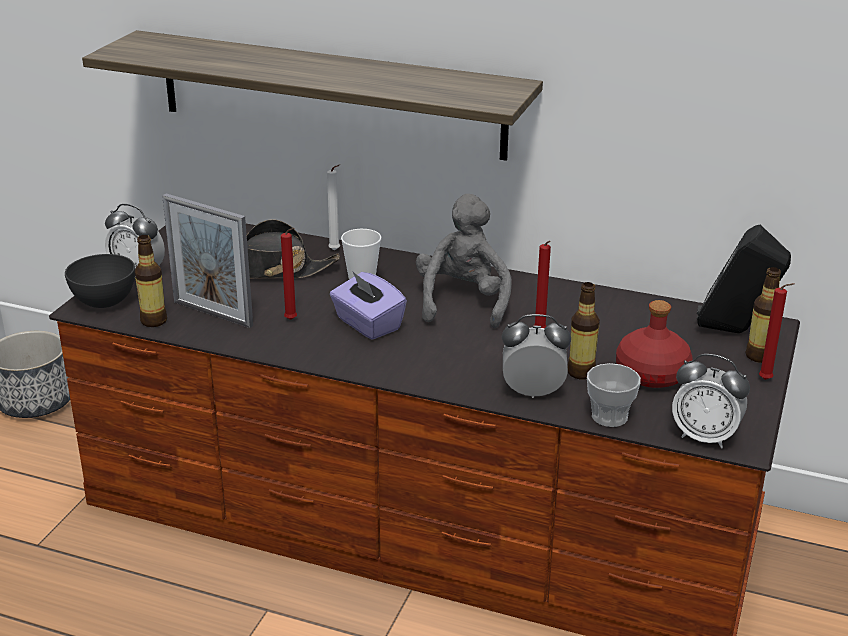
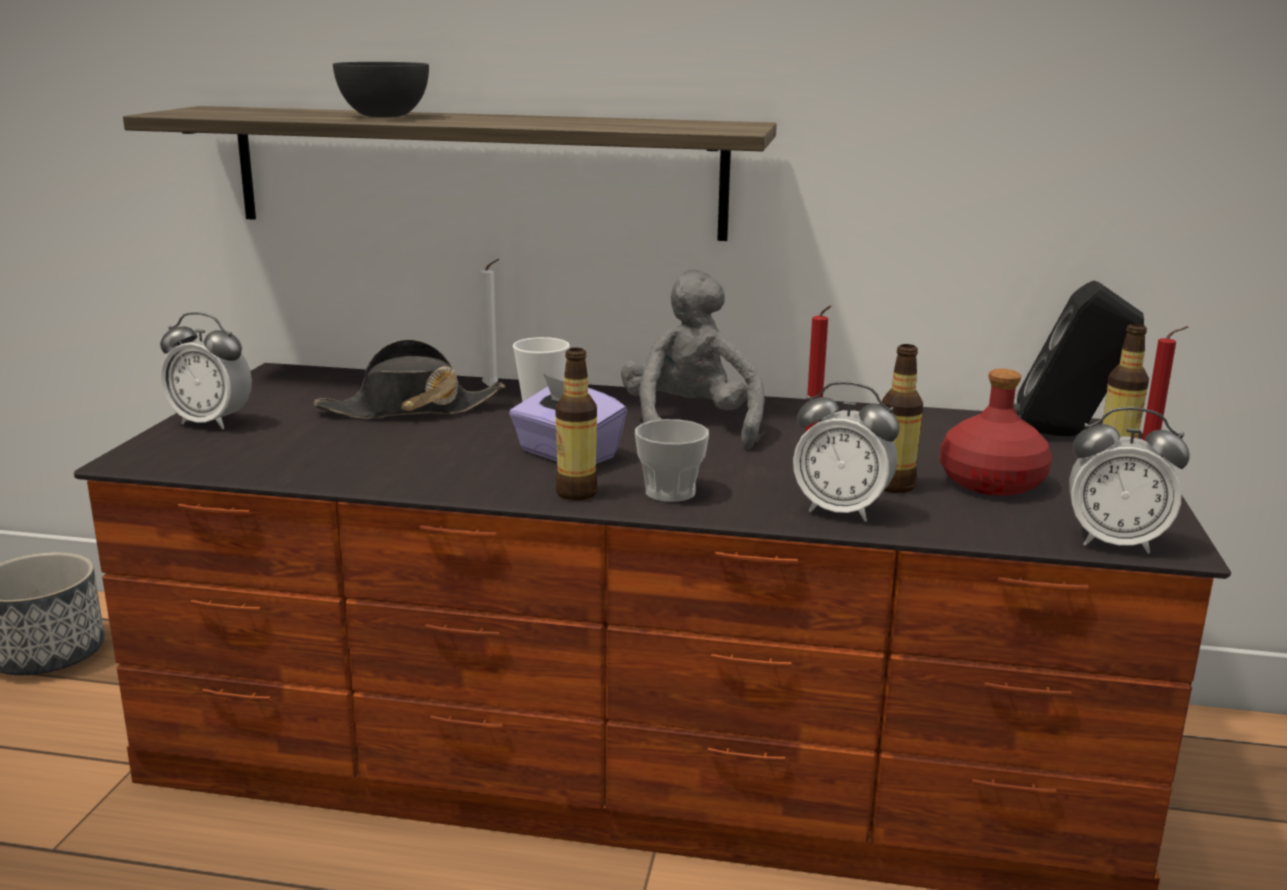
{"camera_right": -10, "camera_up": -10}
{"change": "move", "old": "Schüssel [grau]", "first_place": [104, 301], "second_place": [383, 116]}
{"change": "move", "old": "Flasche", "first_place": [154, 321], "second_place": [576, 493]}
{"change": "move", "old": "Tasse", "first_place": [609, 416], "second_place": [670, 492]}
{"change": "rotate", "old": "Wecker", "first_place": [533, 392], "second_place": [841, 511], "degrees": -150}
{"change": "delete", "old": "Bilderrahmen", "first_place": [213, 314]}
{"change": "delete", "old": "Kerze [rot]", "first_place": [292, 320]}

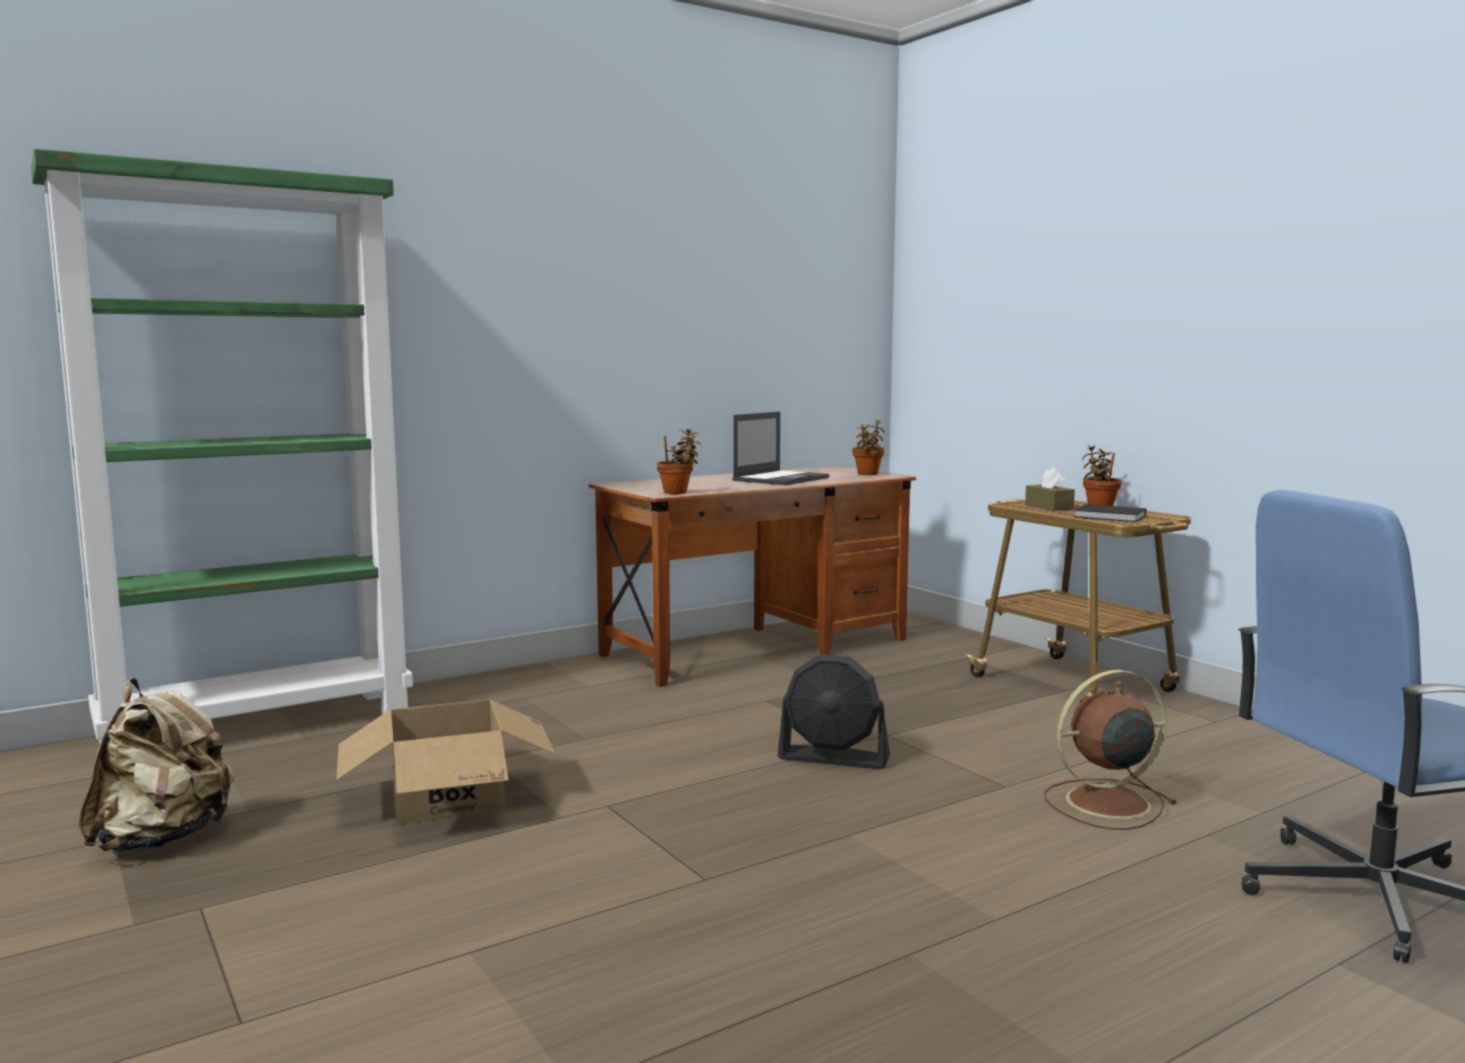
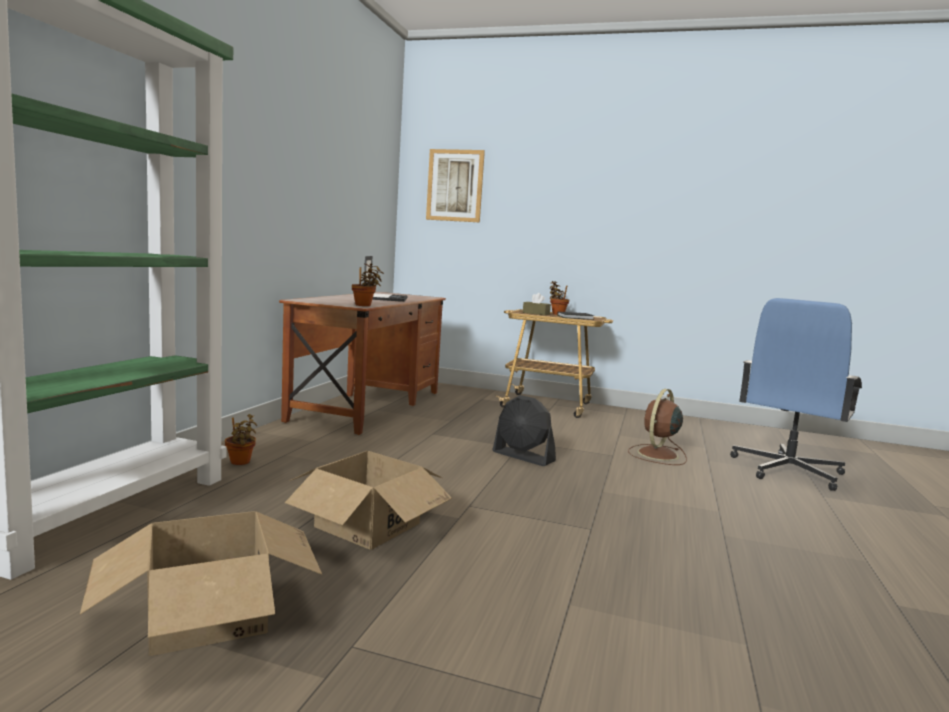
{"camera_right": -40, "camera_up": 0}
{"change": "replace", "old": "Rucksack [beige]", "new": "Karton", "first_place": [163, 839], "second_place": [207, 613]}
{"change": "move", "old": "Topfpflanze", "first_place": [868, 474], "second_place": [240, 462]}
{"change": "insert", "new": "Bild", "second_place": [455, 185]}
{"change": "rotate", "old": "Ventilator [schwarz]", "first_place": [834, 758], "second_place": [523, 457], "degrees": 60}

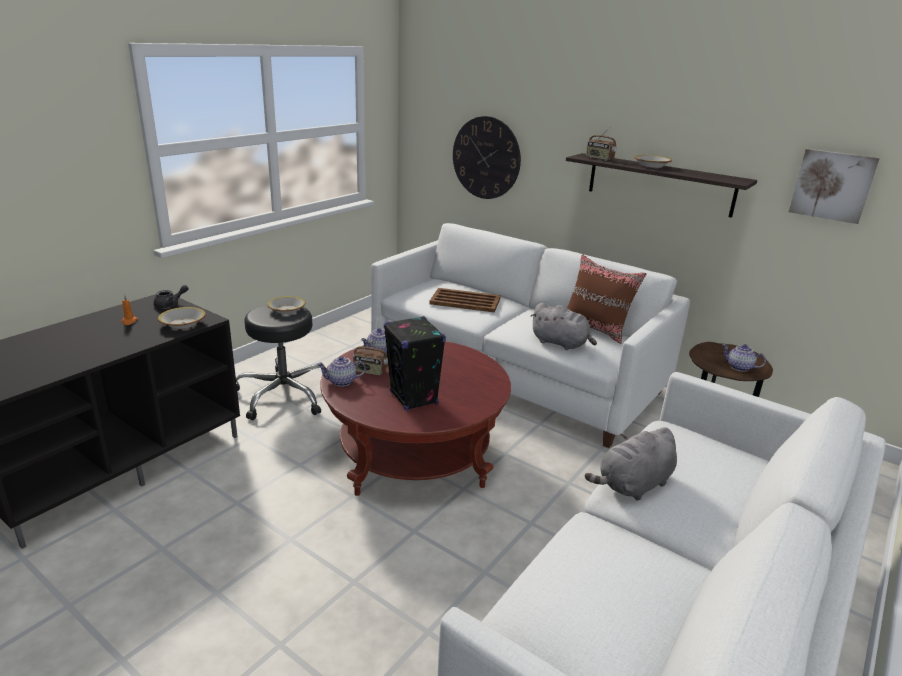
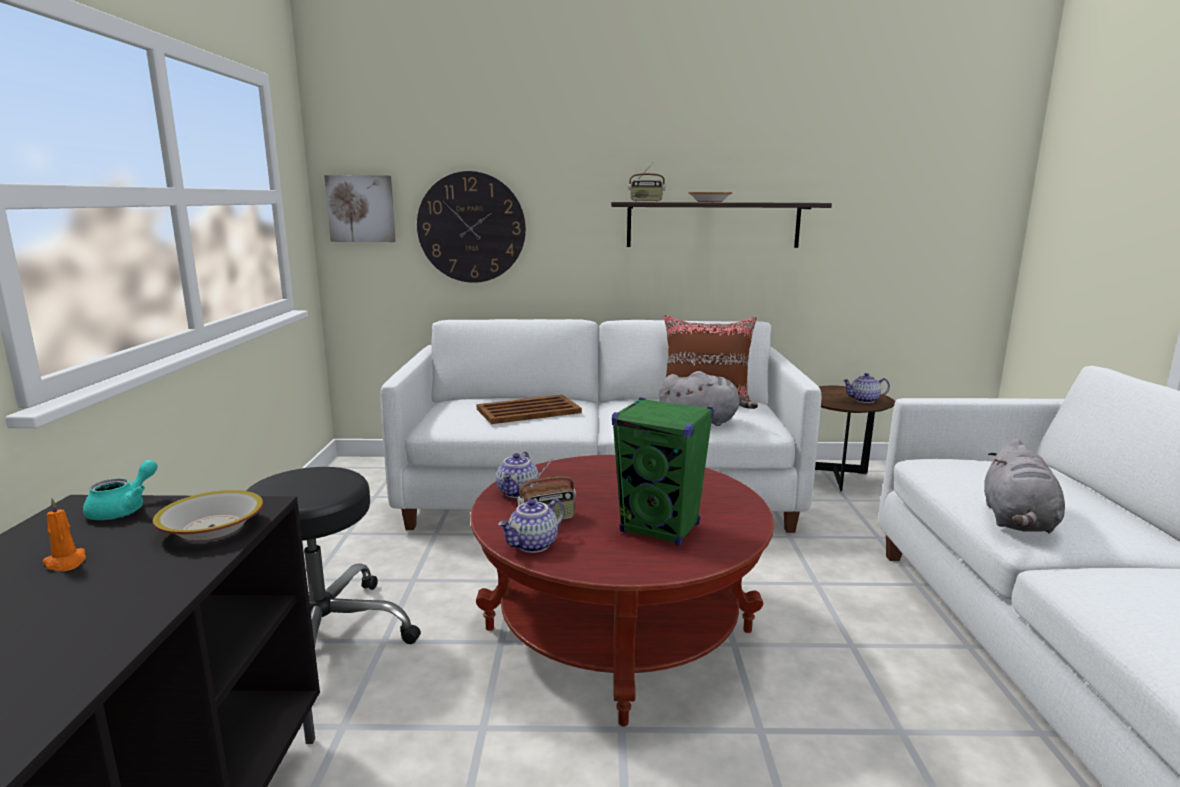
{"camera_right": -35, "camera_up": -10}
{"change": "recolor", "old": "Teekanne [grau]", "new": "Teekanne [türkis]", "first_place": [170, 304], "second_place": [124, 509]}
{"change": "move", "old": "Bild", "first_place": [832, 185], "second_place": [361, 209]}
{"change": "recolor", "old": "Lautsprecher [schwarz]", "new": "Lautsprecher [grün]", "first_place": [414, 398], "second_place": [660, 528]}
{"change": "delete", "old": "Schüssel", "first_place": [287, 310]}

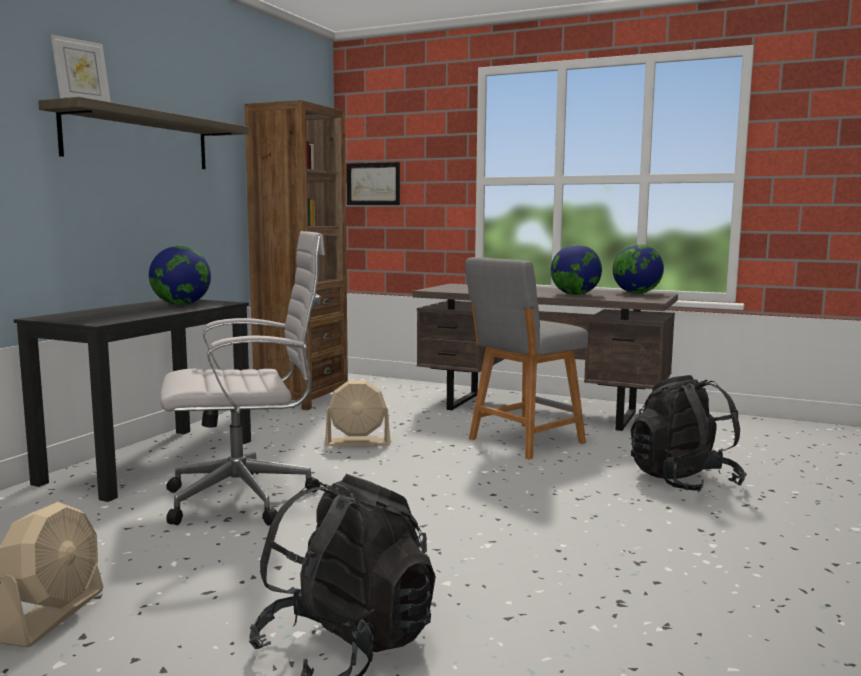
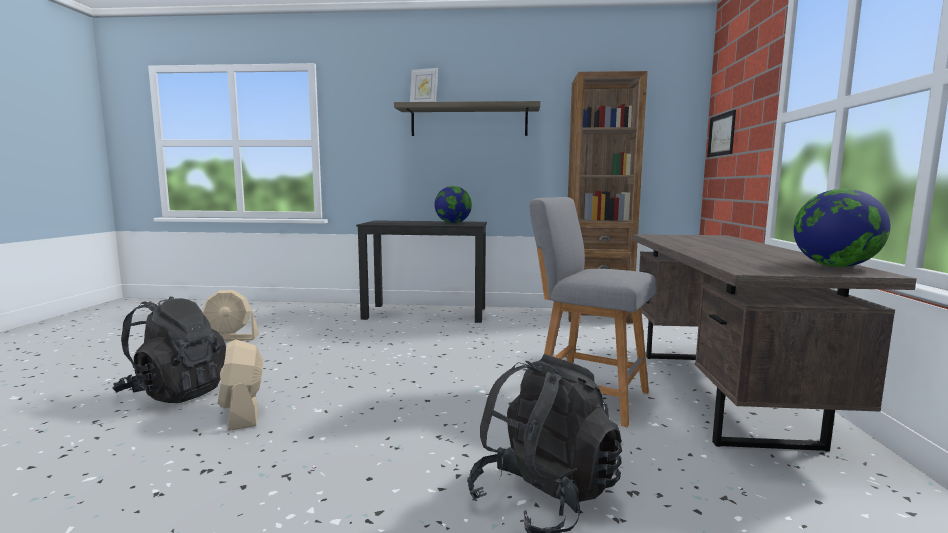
{"camera_right": 70, "camera_up": 0}
{"change": "move", "old": "Ventilator [beige]", "first_place": [358, 442], "second_place": [242, 413]}
{"change": "delete", "old": "Bürostuhl [weiß]", "first_place": [248, 498]}
{"change": "delete", "old": "Globus", "first_place": [575, 294]}

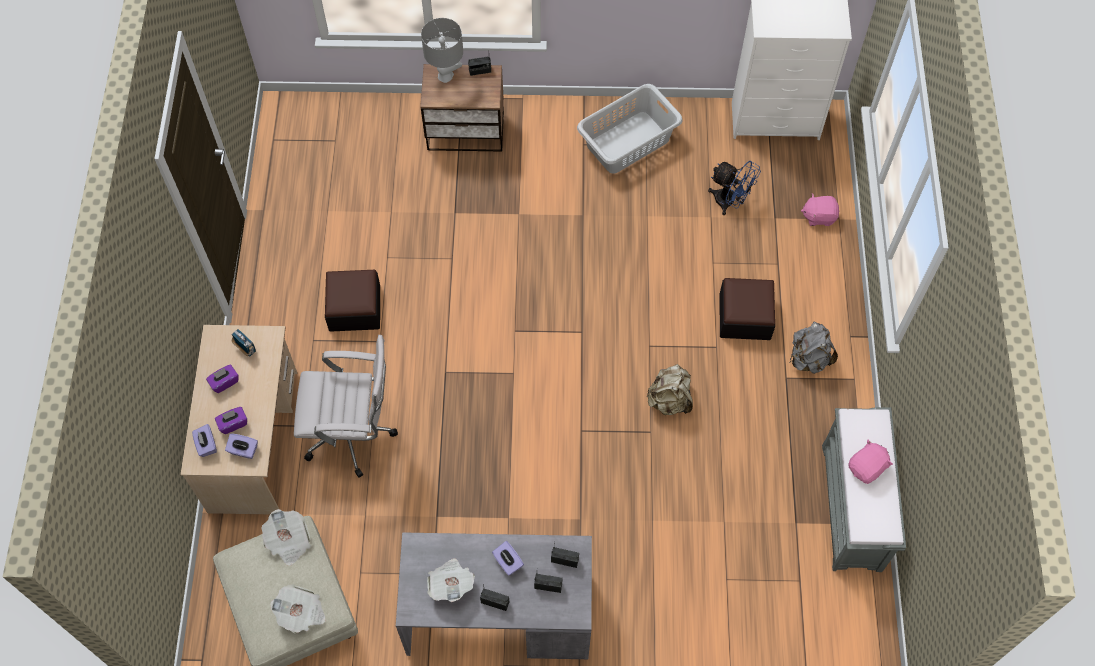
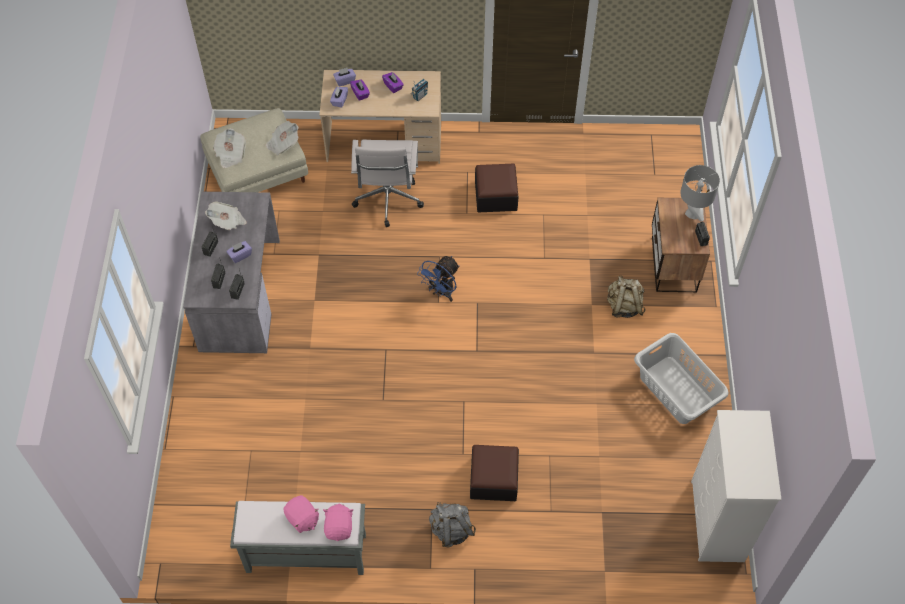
{"camera_right": 90, "camera_up": -5}
{"change": "move", "old": "Plüschtier [rosa]", "first_place": [819, 216], "second_place": [339, 527]}
{"change": "move", "old": "Ventilator [blau]", "first_place": [729, 202], "second_place": [441, 292]}
{"change": "move", "old": "Rucksack [beige]", "first_place": [669, 400], "second_place": [624, 306]}

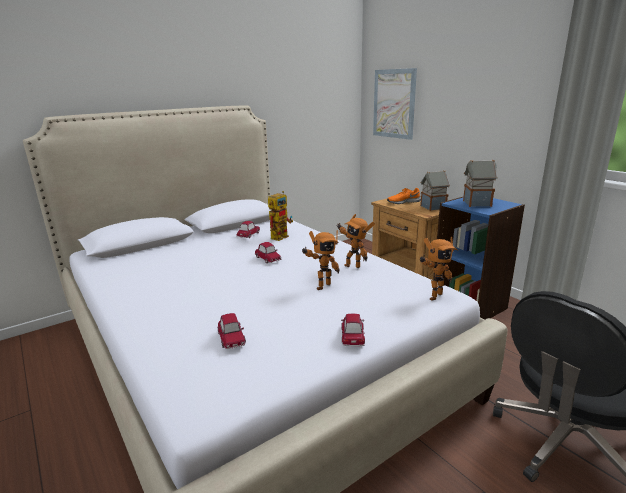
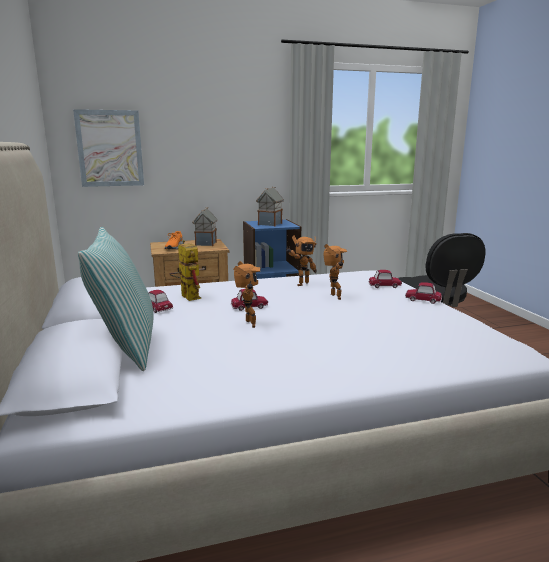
{"camera_right": -70, "camera_up": -5}
{"change": "insert", "new": "Kissen", "second_place": [126, 346]}
{"change": "move", "old": "Spielzeugroboter", "first_place": [433, 296], "second_place": [248, 324]}
{"change": "move", "old": "Spielzeugauto", "first_place": [231, 338], "second_place": [384, 286]}

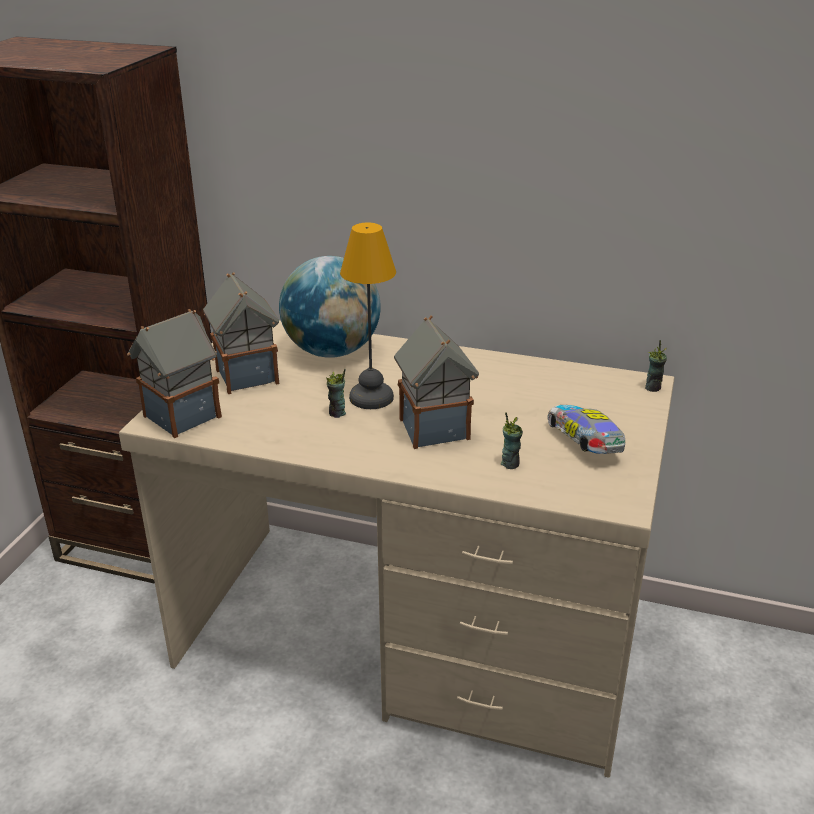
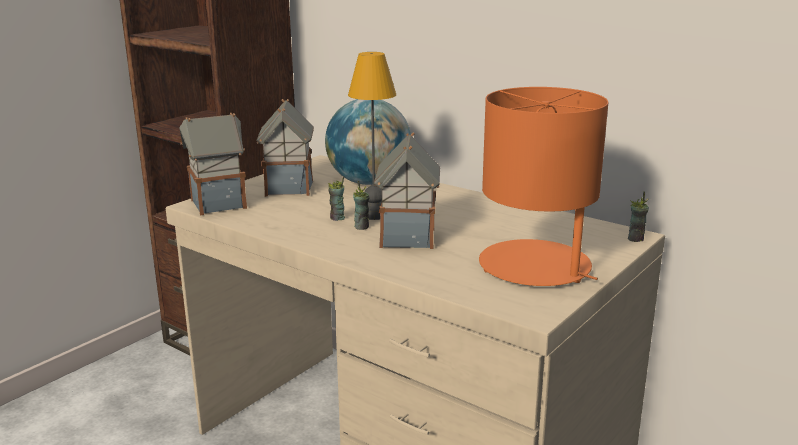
{"camera_right": 20, "camera_up": -10}
{"change": "move", "old": "Tasse", "first_place": [510, 463], "second_place": [362, 227]}
{"change": "replace", "old": "Spielzeugauto", "new": "Tischlampe [orange]", "first_place": [585, 443], "second_place": [536, 266]}

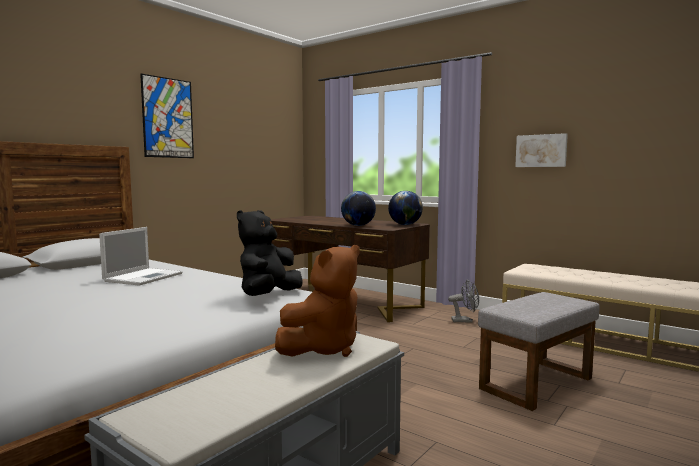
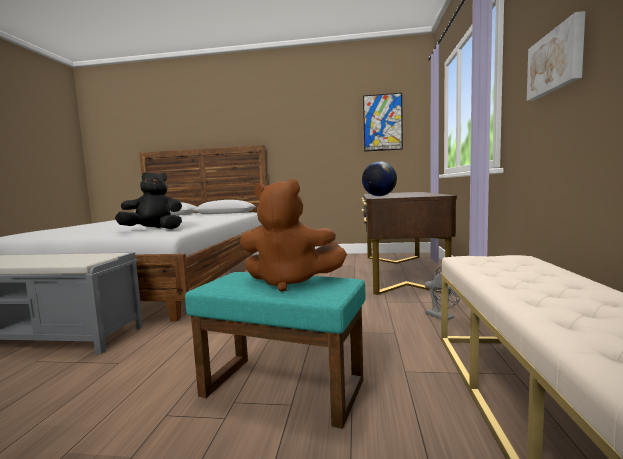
{"camera_right": 60, "camera_up": 0}
{"change": "recolor", "old": "Polsterhocker [grau]", "new": "Polsterhocker [türkis]", "first_place": [537, 384], "second_place": [280, 388]}
{"change": "move", "old": "Plüschtier [braun]", "first_place": [323, 348], "second_place": [290, 282]}
{"change": "move", "old": "Bild", "first_place": [168, 118], "second_place": [382, 122]}
{"change": "delete", "old": "Laptop", "first_place": [144, 277]}
{"change": "delete", "old": "Globus", "first_place": [405, 225]}

